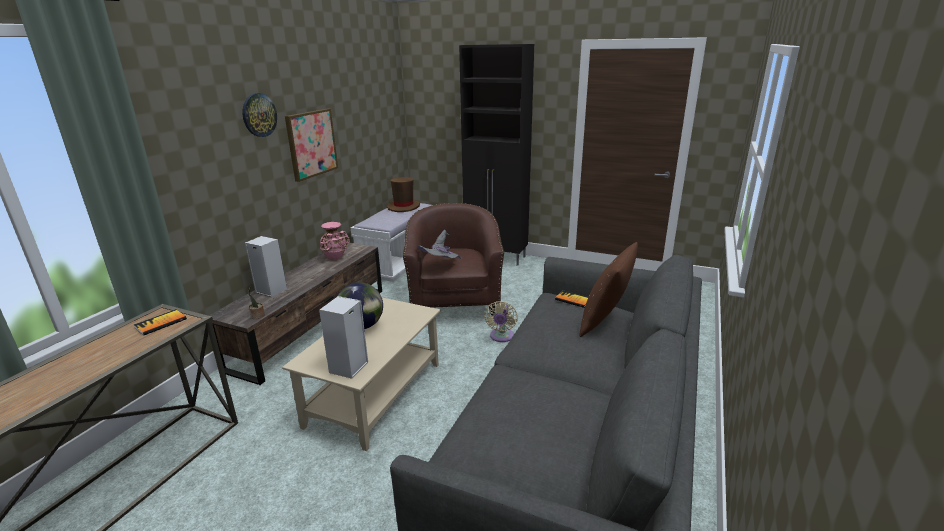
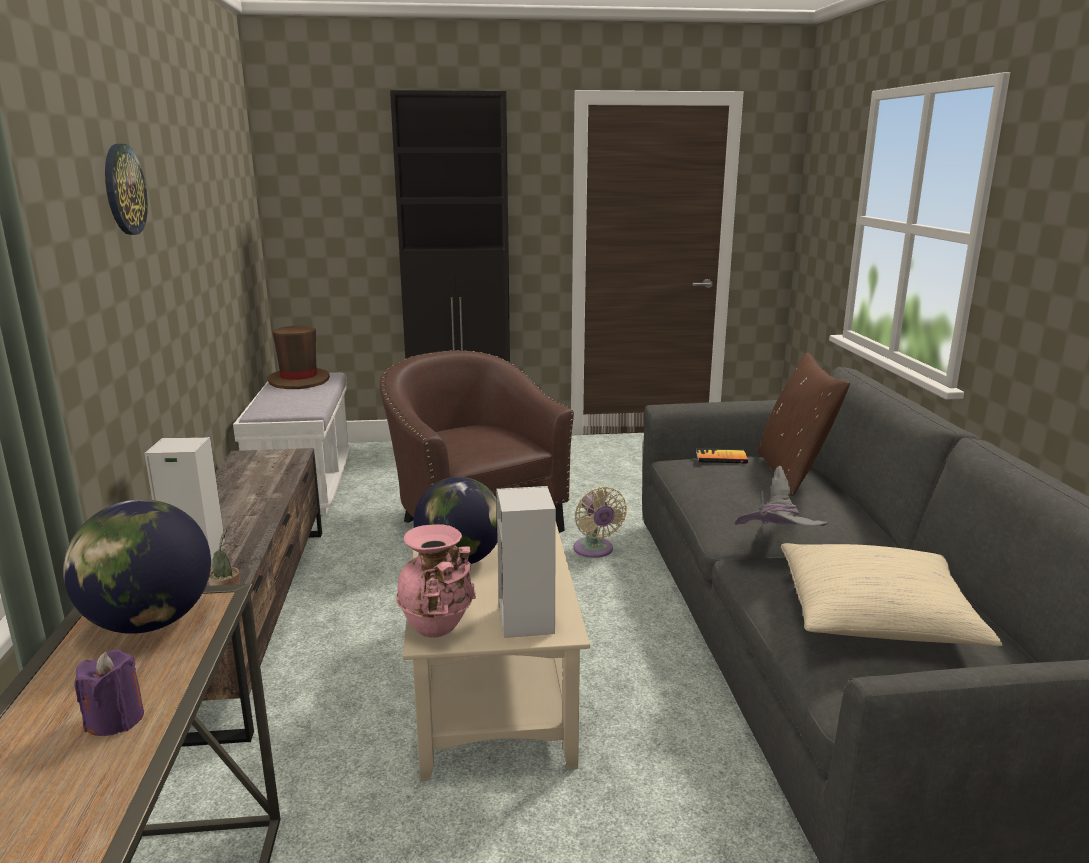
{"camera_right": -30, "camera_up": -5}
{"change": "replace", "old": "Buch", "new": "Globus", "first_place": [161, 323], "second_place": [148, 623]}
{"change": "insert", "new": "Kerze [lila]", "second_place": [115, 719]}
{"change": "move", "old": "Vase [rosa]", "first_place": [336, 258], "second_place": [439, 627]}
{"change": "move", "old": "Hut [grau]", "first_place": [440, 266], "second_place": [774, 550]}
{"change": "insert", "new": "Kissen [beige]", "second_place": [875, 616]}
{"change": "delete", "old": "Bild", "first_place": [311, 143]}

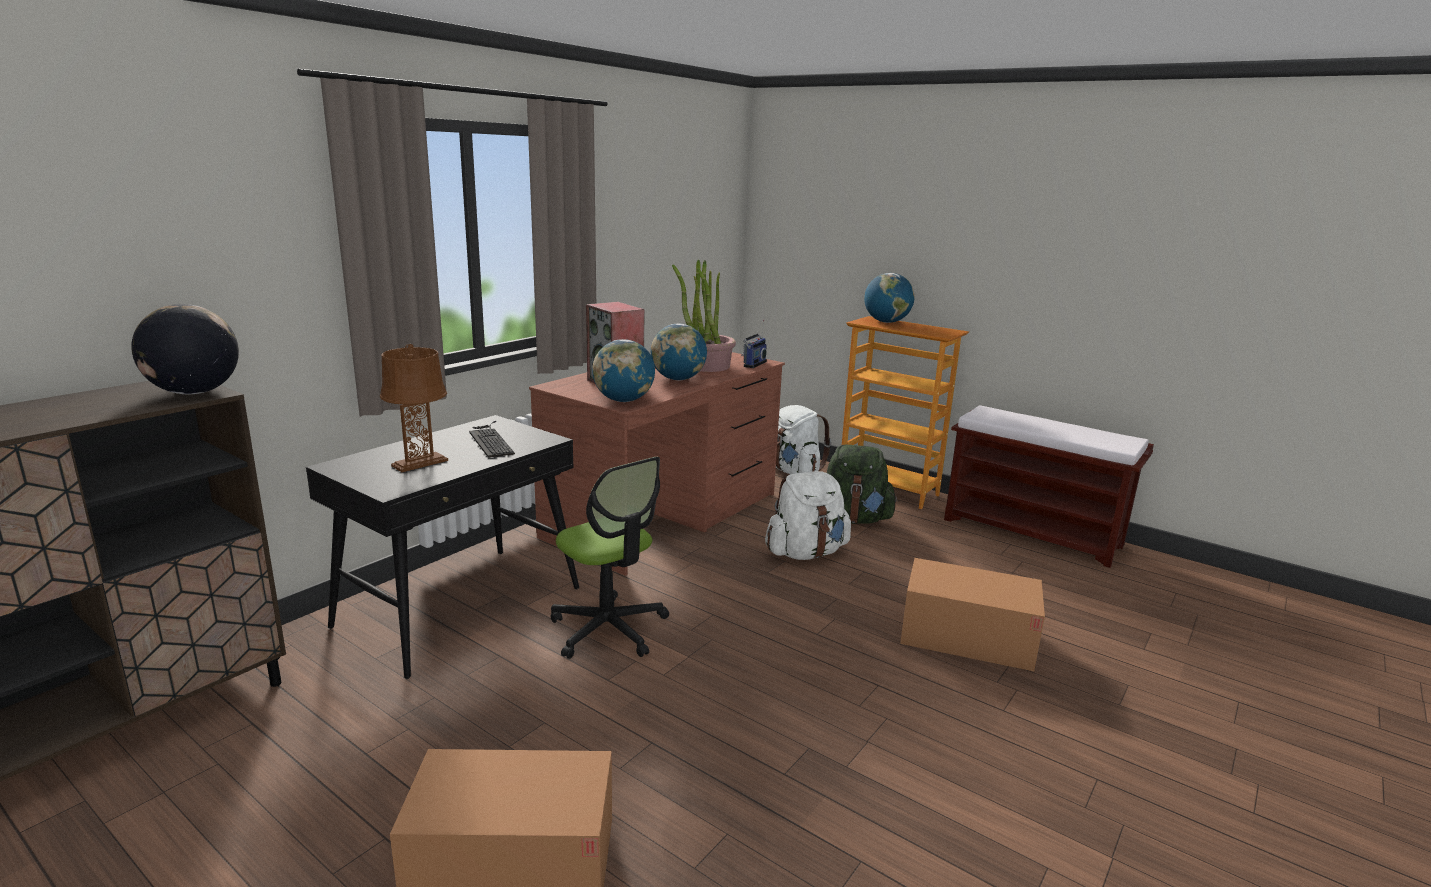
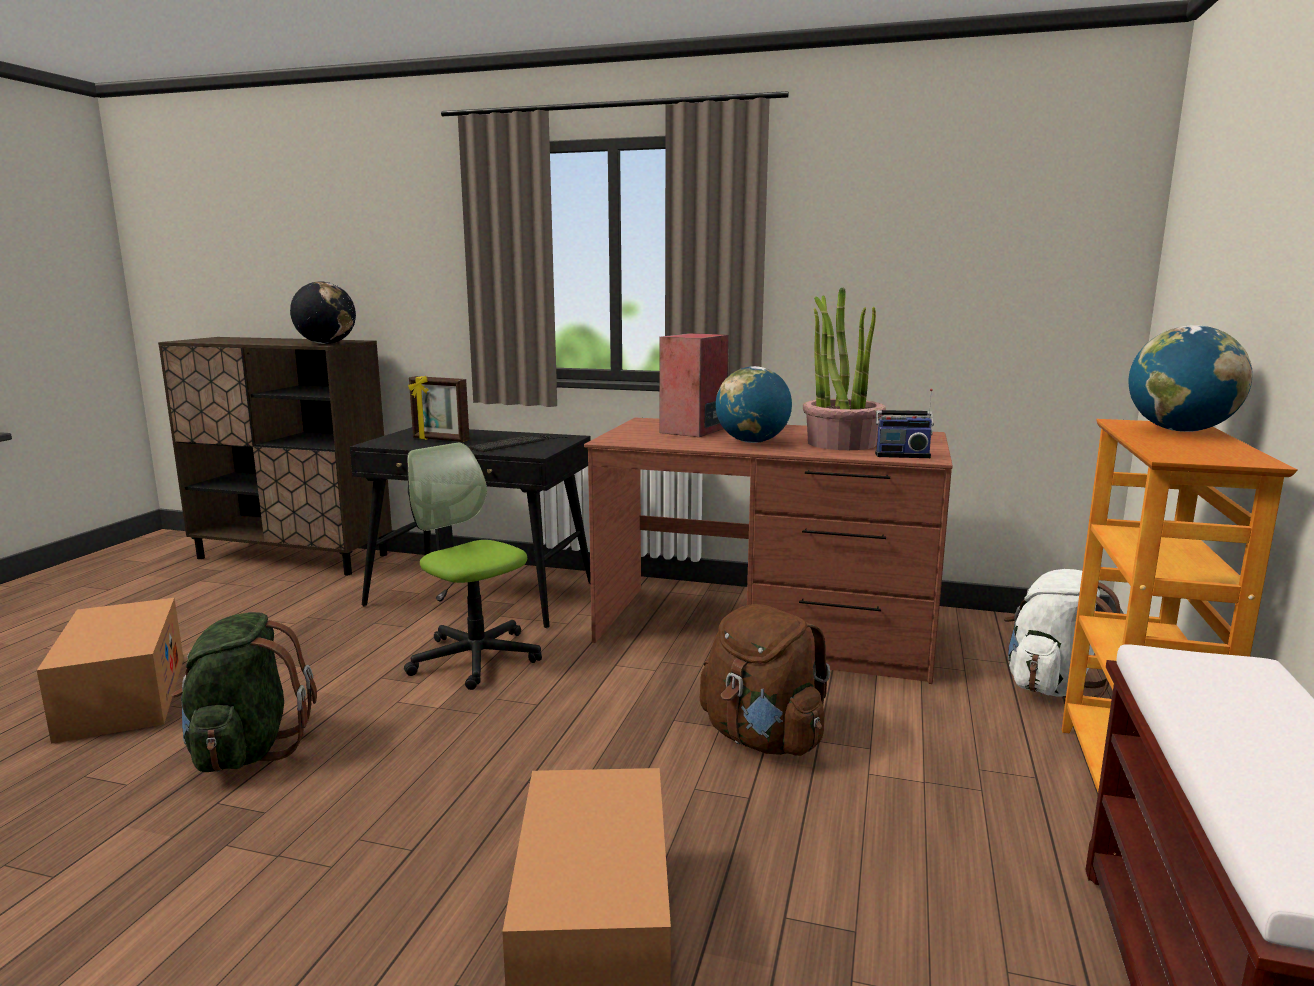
{"camera_right": 70, "camera_up": -5}
{"change": "move", "old": "Rucksack [grün]", "first_place": [853, 519], "second_place": [246, 750]}
{"change": "rotate", "old": "Bürostuhl", "first_place": [609, 629], "second_place": [475, 658], "degrees": 105}
{"change": "replace", "old": "Tischlampe [braun]", "new": "Bilderrahmen", "first_place": [420, 463], "second_place": [440, 440]}
{"change": "recolor", "old": "Rucksack [weiß]", "new": "Rucksack [braun]", "first_place": [806, 553], "second_place": [762, 739]}
{"change": "delete", "old": "Globus", "first_place": [624, 400]}

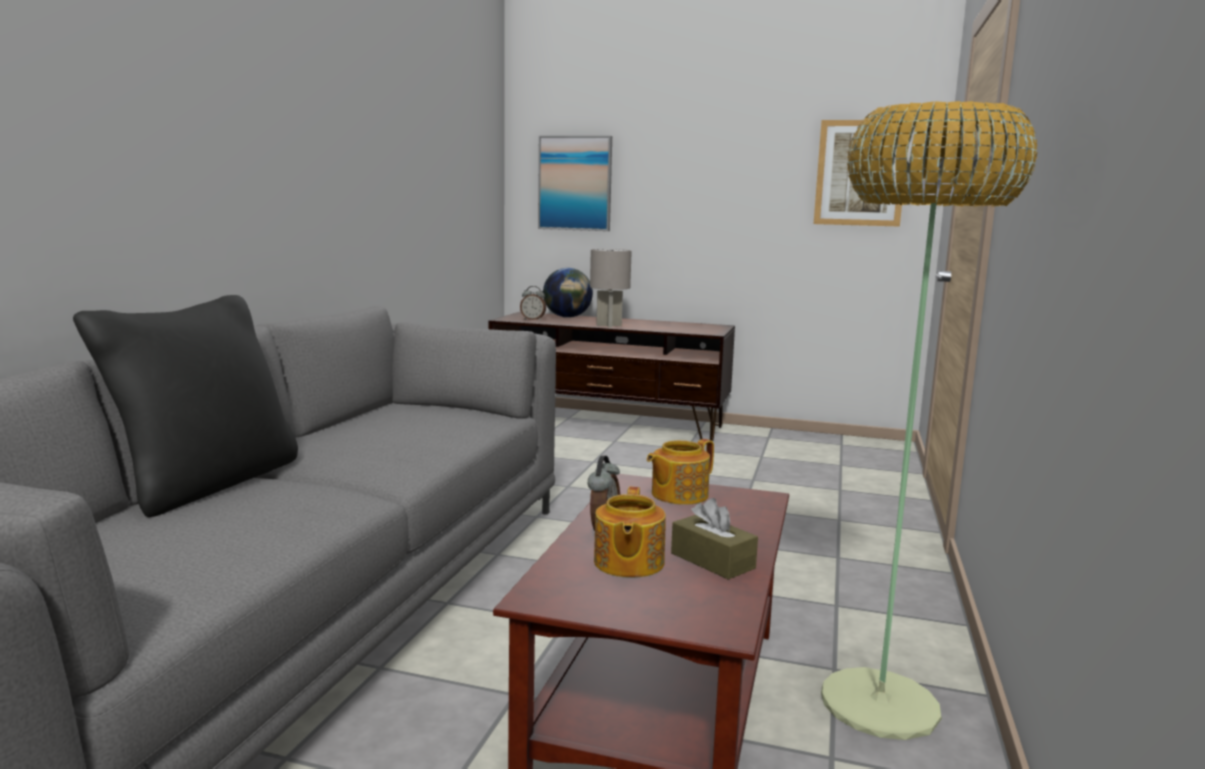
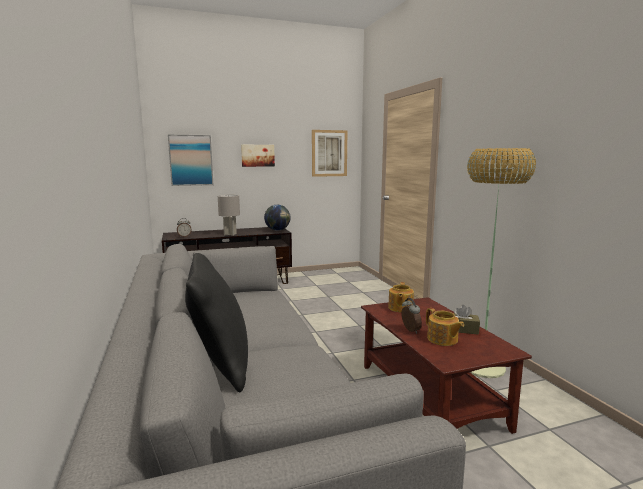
{"camera_right": -35, "camera_up": 0}
{"change": "insert", "new": "Bild", "second_place": [257, 155]}
{"change": "move", "old": "Globus", "first_place": [567, 317], "second_place": [277, 230]}

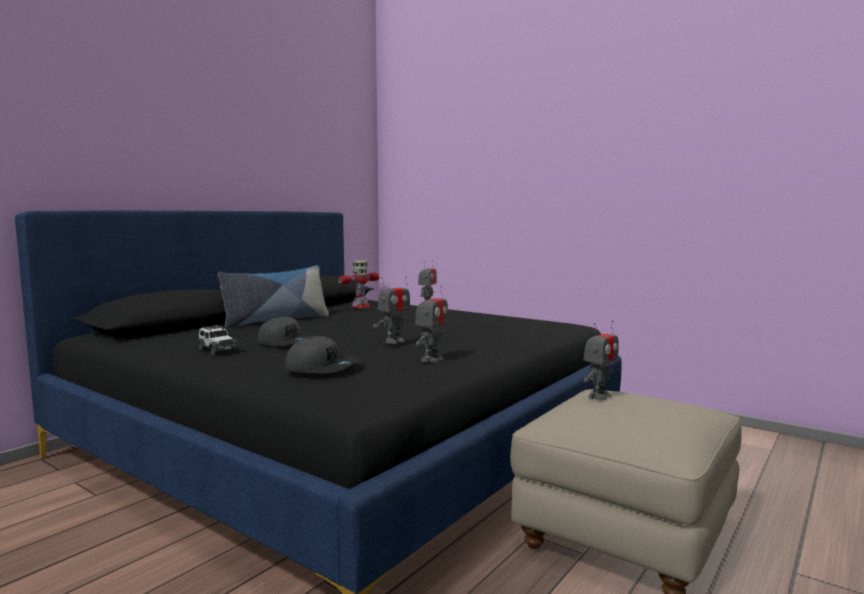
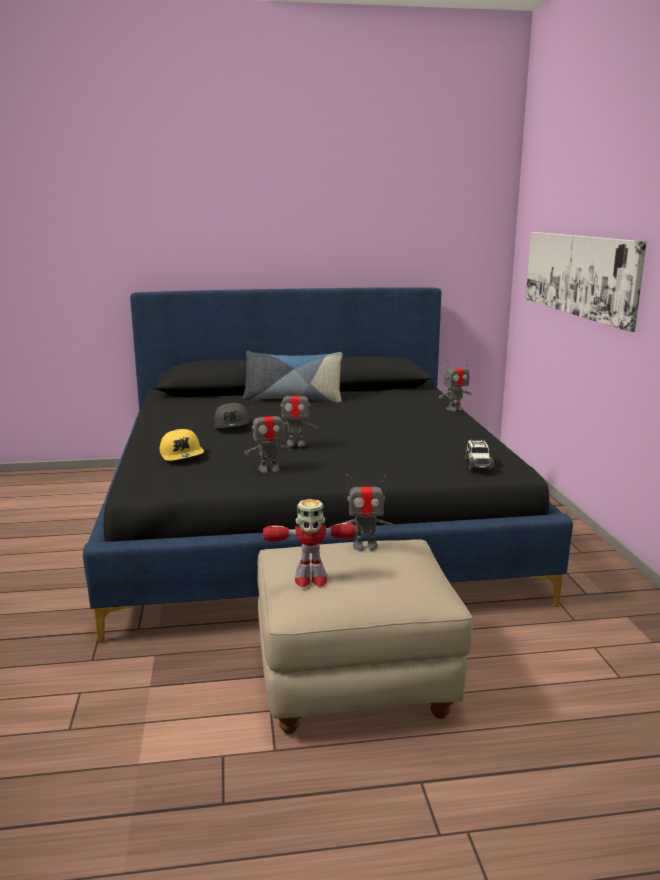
{"camera_right": 45, "camera_up": 10}
{"change": "recolor", "old": "Kappe [grau]", "new": "Kappe [gelb]", "first_place": [322, 368], "second_place": [182, 455]}
{"change": "move", "old": "Spielzeugroboter", "first_place": [360, 307], "second_place": [310, 580]}
{"change": "move", "old": "Spielzeugauto", "first_place": [217, 350], "second_place": [478, 464]}
{"change": "insert", "new": "Bild", "second_place": [579, 275]}

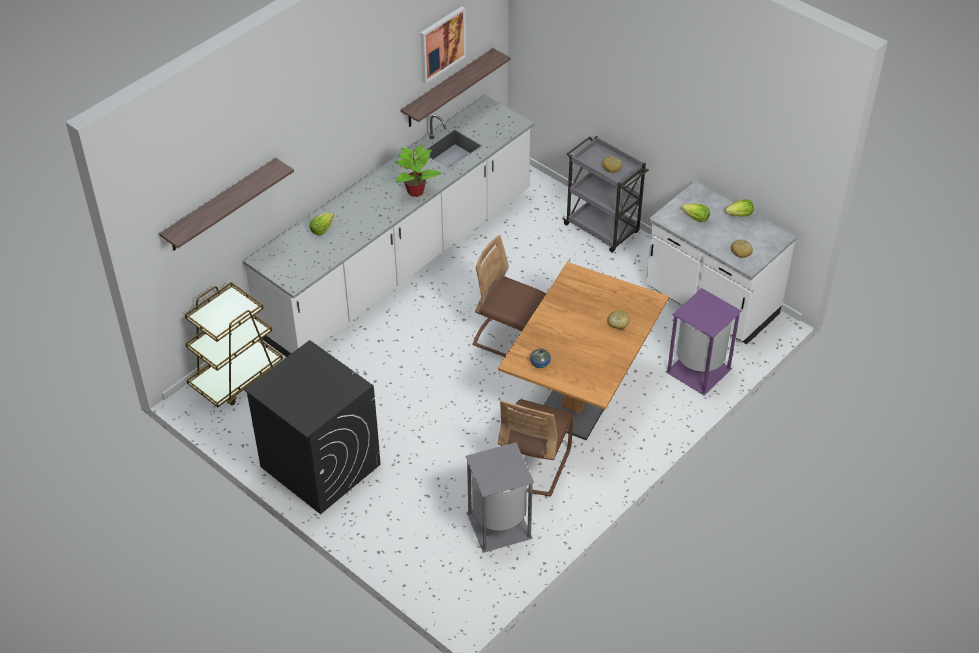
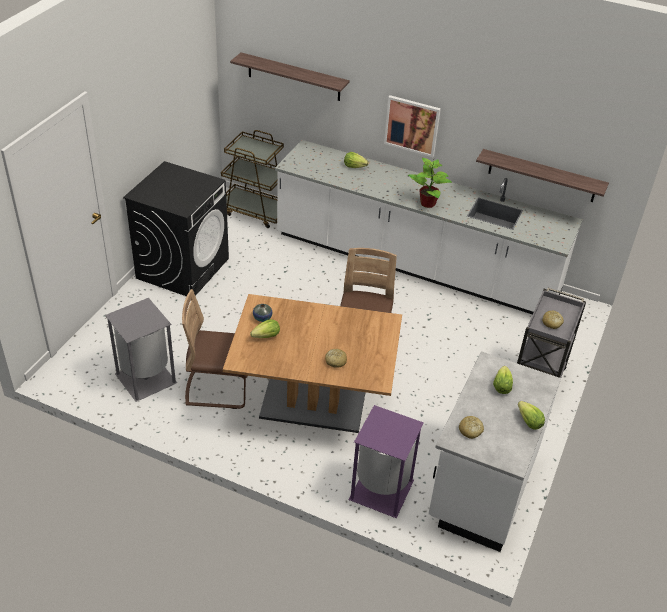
{"camera_right": 70, "camera_up": -5}
{"change": "insert", "new": "Salatkopf", "second_place": [266, 336]}
{"change": "move", "old": "Bild", "first_place": [442, 44], "second_place": [412, 125]}

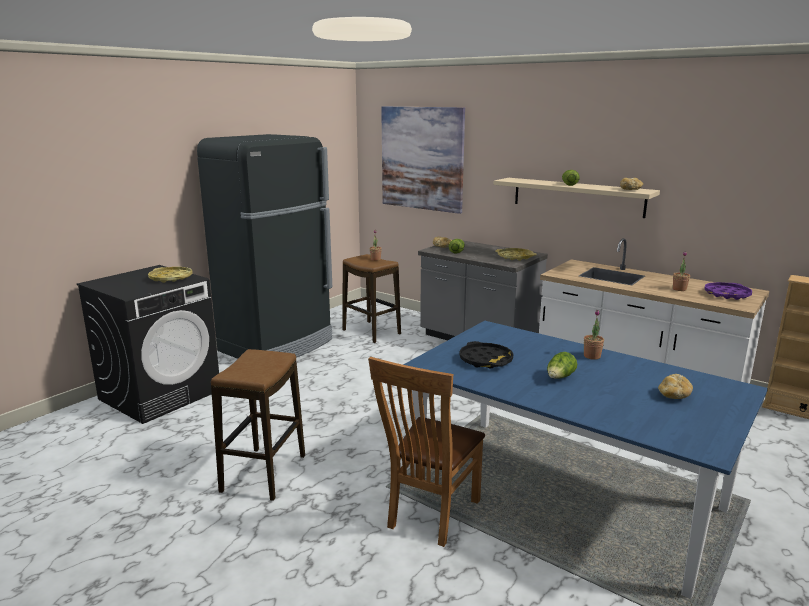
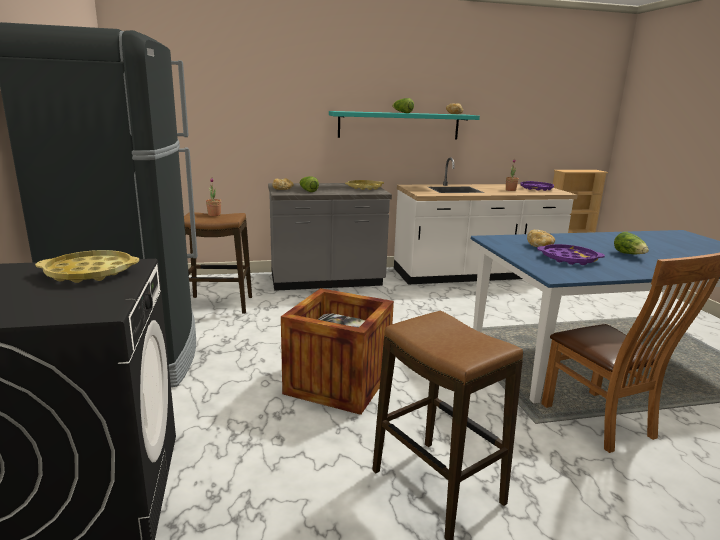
{"camera_right": -50, "camera_up": 0}
{"change": "insert", "new": "Kiste", "second_place": [338, 383]}
{"change": "recolor", "old": "Wandregal [beige]", "new": "Wandregal [türkis]", "first_place": [577, 197], "second_place": [399, 125]}
{"change": "move", "old": "Brot", "first_place": [674, 395], "second_place": [539, 246]}
{"change": "recolor", "old": "Tablett [schwarz]", "new": "Tablett [lila]", "first_place": [486, 360], "second_place": [568, 259]}
{"change": "delete", "old": "Bild", "first_place": [422, 158]}
{"change": "delete", "old": "Topfpflanze", "first_place": [592, 356]}

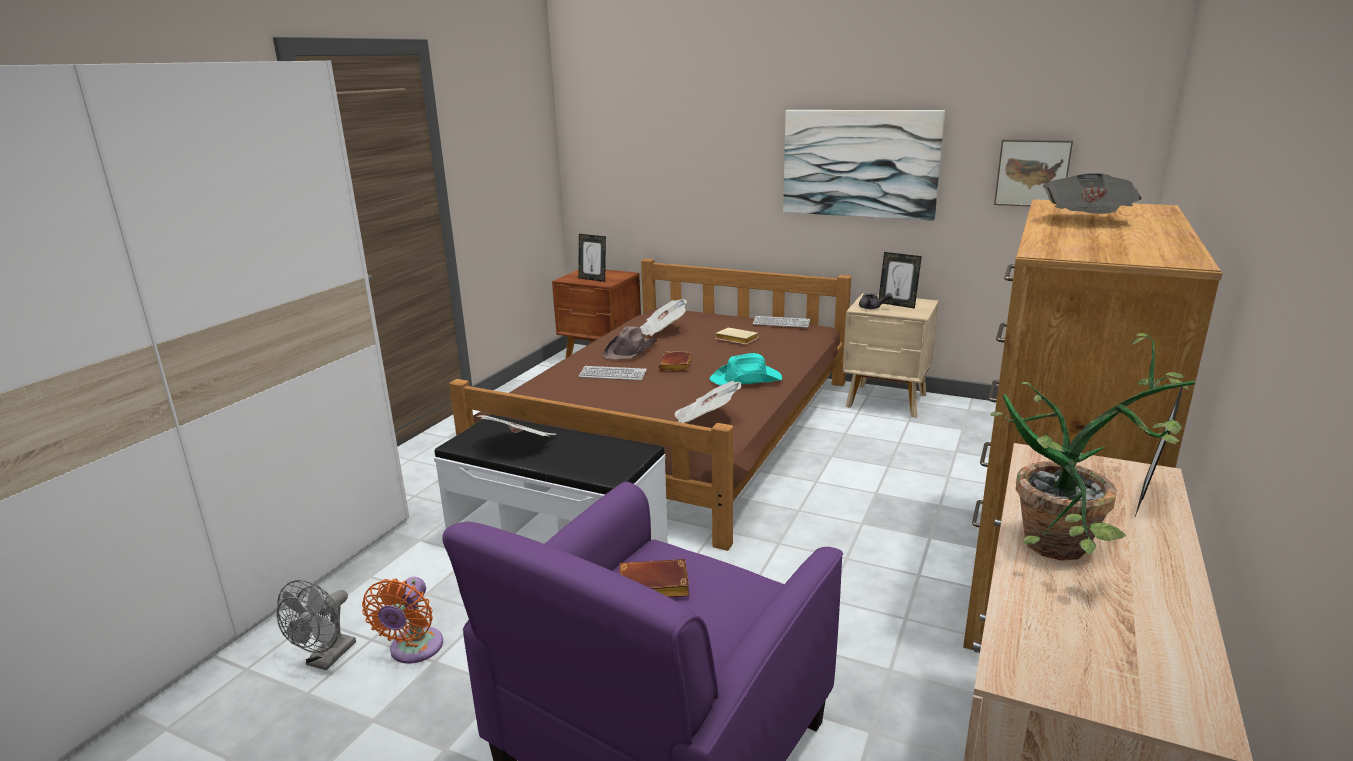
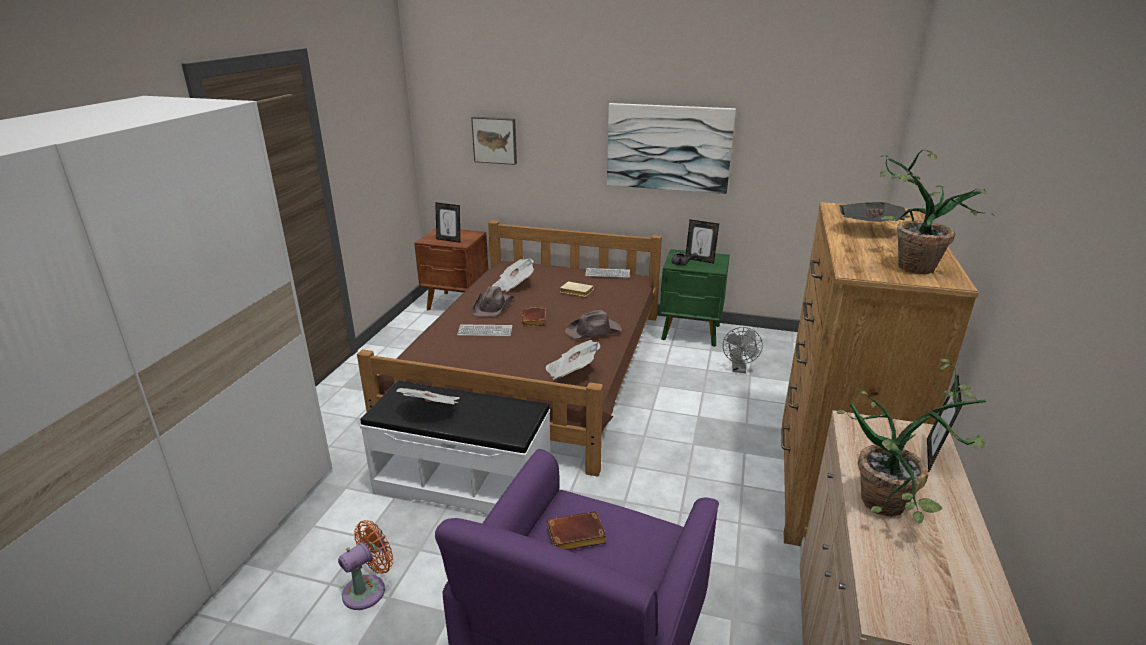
{"camera_right": -10, "camera_up": 5}
{"change": "rotate", "old": "Ventilator [orange]", "first_place": [414, 650], "second_place": [368, 589], "degrees": -135}
{"change": "move", "old": "Bild", "first_place": [1032, 172], "second_place": [495, 140]}
{"change": "recolor", "old": "Hut [türkis]", "new": "Hut [braun]", "first_place": [746, 379], "second_place": [594, 331]}
{"change": "recolor", "old": "Nachttisch [beige]", "new": "Nachttisch [grün]", "first_place": [887, 401], "second_place": [691, 333]}
{"change": "move", "old": "Ventilator [grau]", "first_place": [326, 659], "second_place": [739, 369]}
{"change": "insert", "new": "Topfpflanze", "second_place": [905, 266]}

